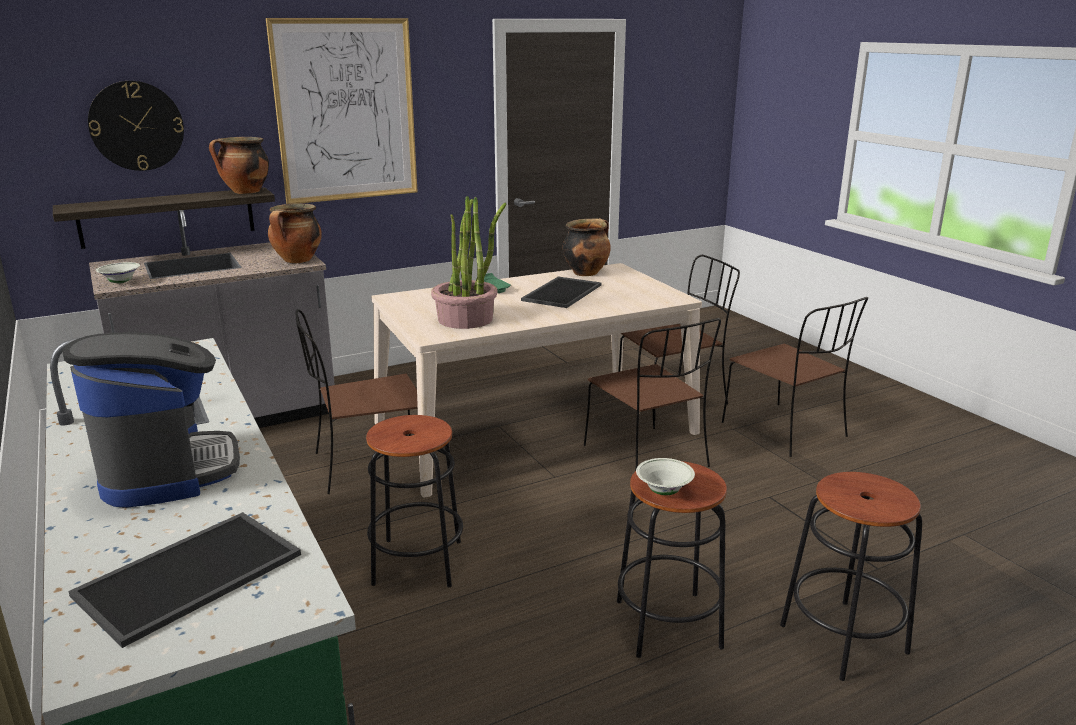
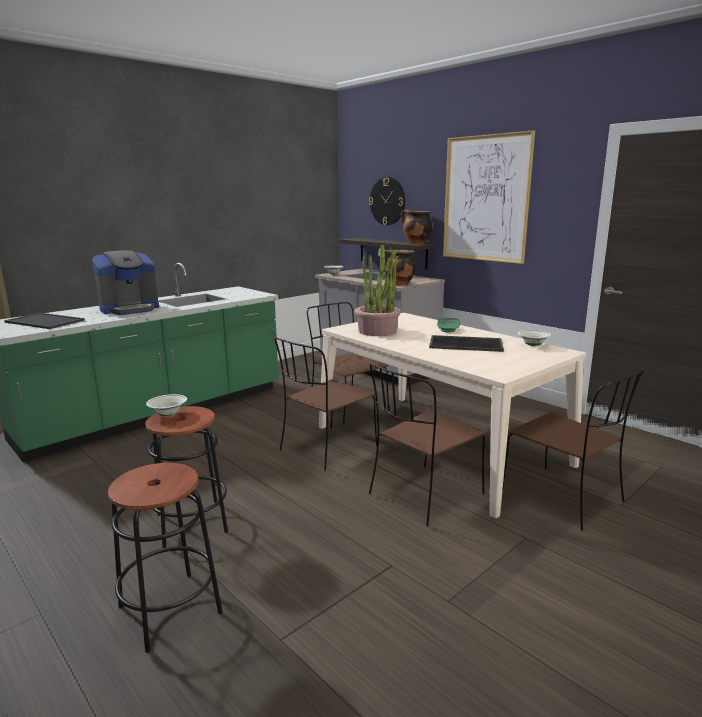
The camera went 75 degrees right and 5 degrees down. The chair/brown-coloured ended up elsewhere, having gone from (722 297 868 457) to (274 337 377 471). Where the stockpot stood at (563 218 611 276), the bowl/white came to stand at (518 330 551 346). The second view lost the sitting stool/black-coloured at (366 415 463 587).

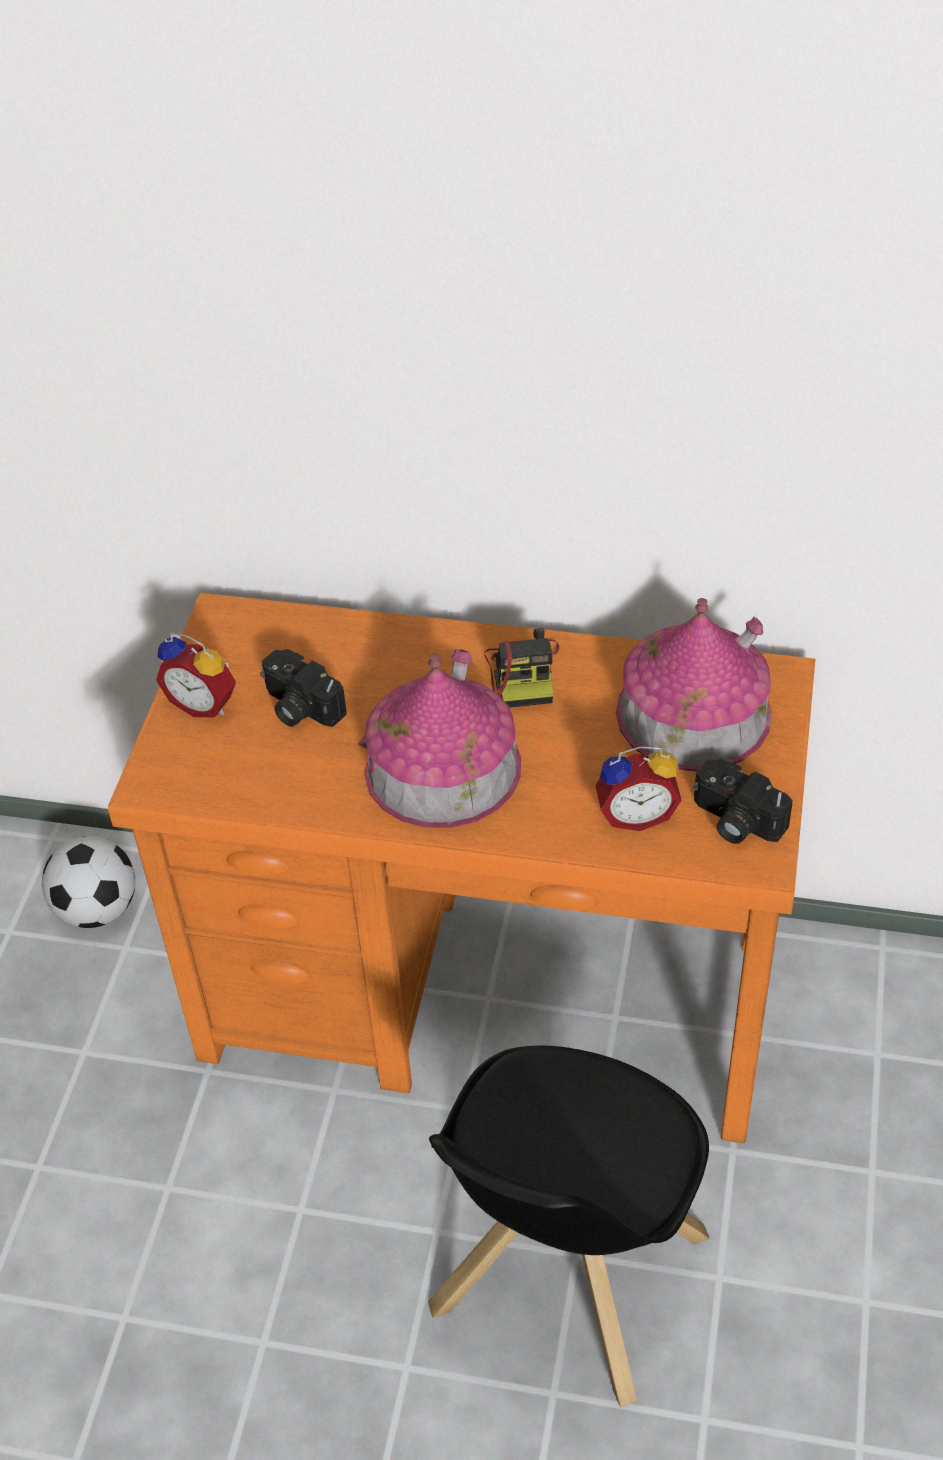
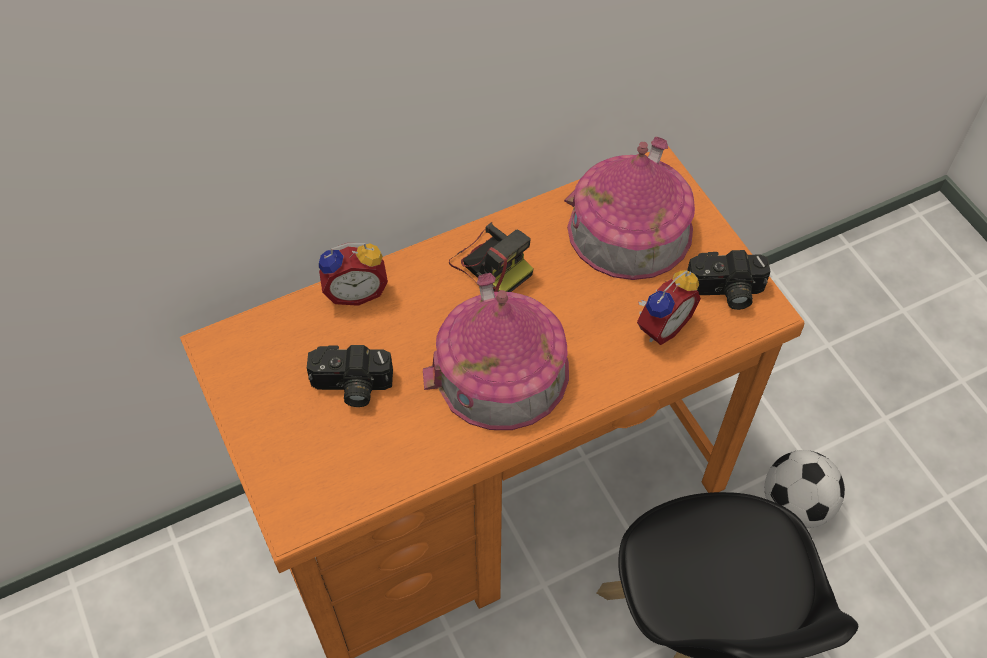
The camera went 40 degrees left and 10 degrees up. The bedside clock ended up elsewhere, having gone from (156 633 236 718) to (319 243 388 306). The football ball ended up elsewhere, having gone from (42 836 136 928) to (765 450 845 528).

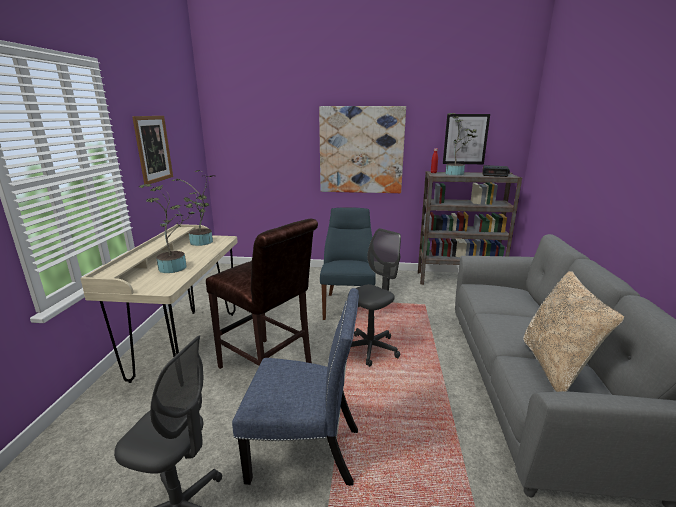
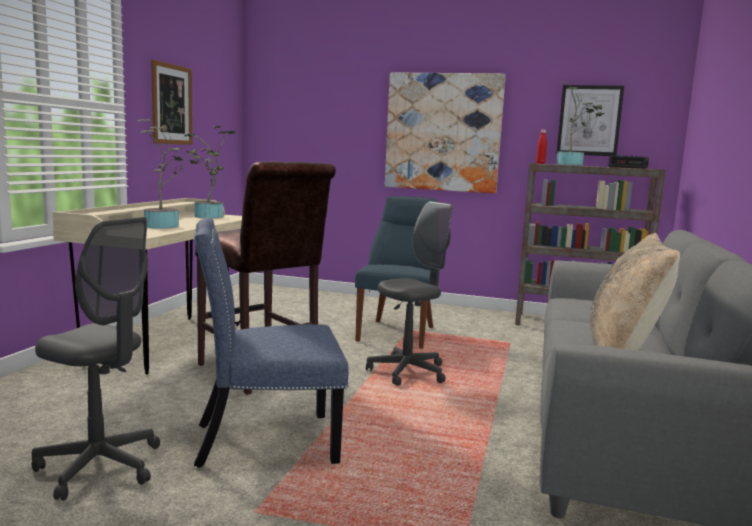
The camera went 10 degrees right and 10 degrees down. The chair/blue-coloured at (232 288 359 486) ended up facing another way, 150 degrees clockwise from before.

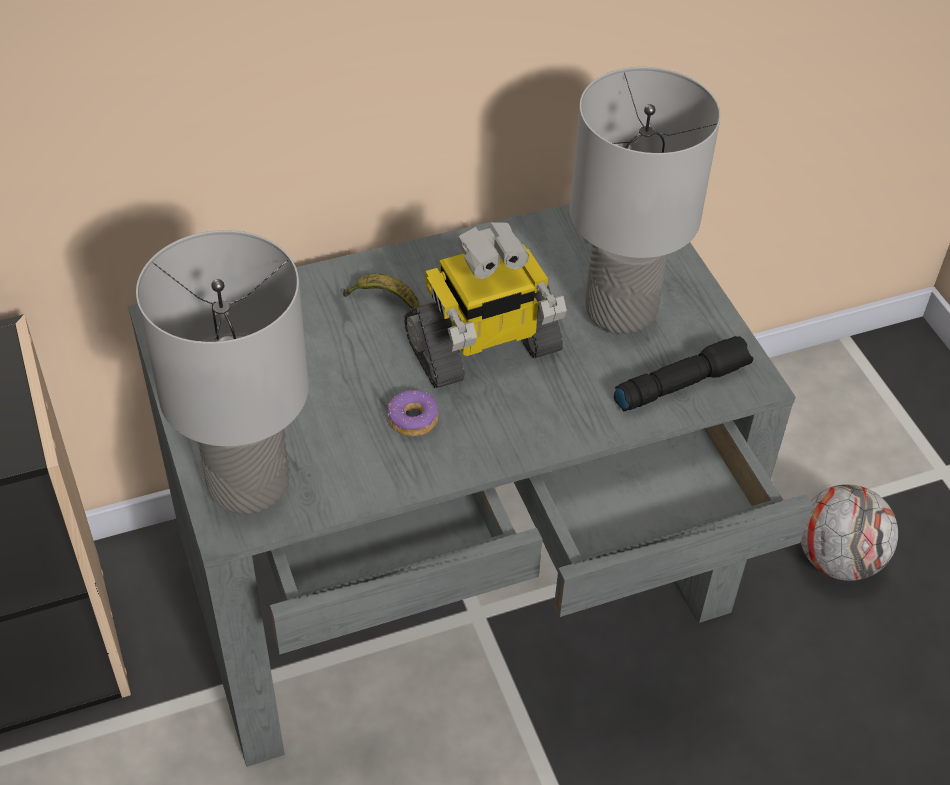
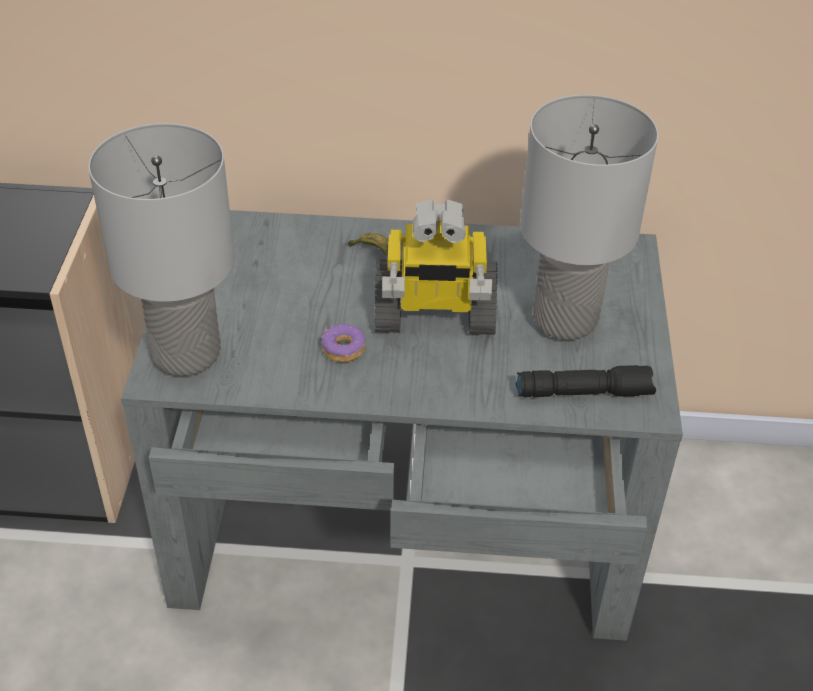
The camera went 25 degrees right and 5 degrees down. The second view lost the football ball at (800 484 898 581).

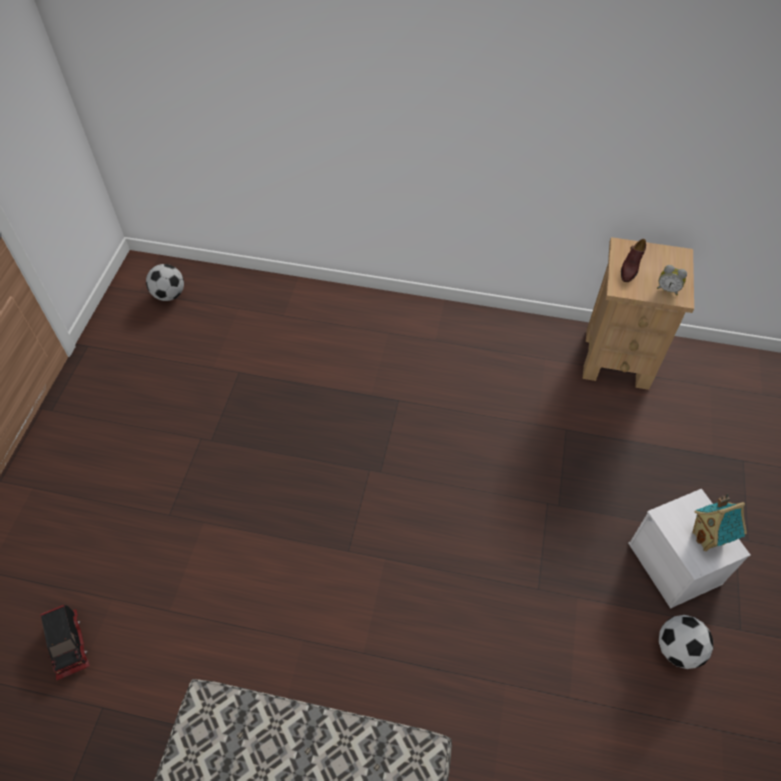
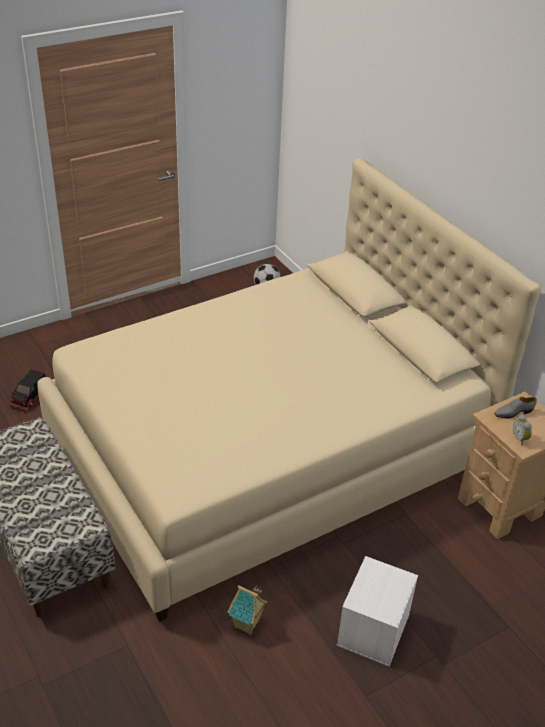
The camera went 45 degrees right and 15 degrees down. The second view gained the bed/sand-coloured at (38 158 541 622). The model house ended up elsewhere, having gone from (693 493 747 551) to (228 585 267 635). What was the item of footwear/brown-coloured at (621 239 646 282) turned into the item of footwear/greyish at (494 397 537 418). The second view lost the football ball at (659 615 713 669).

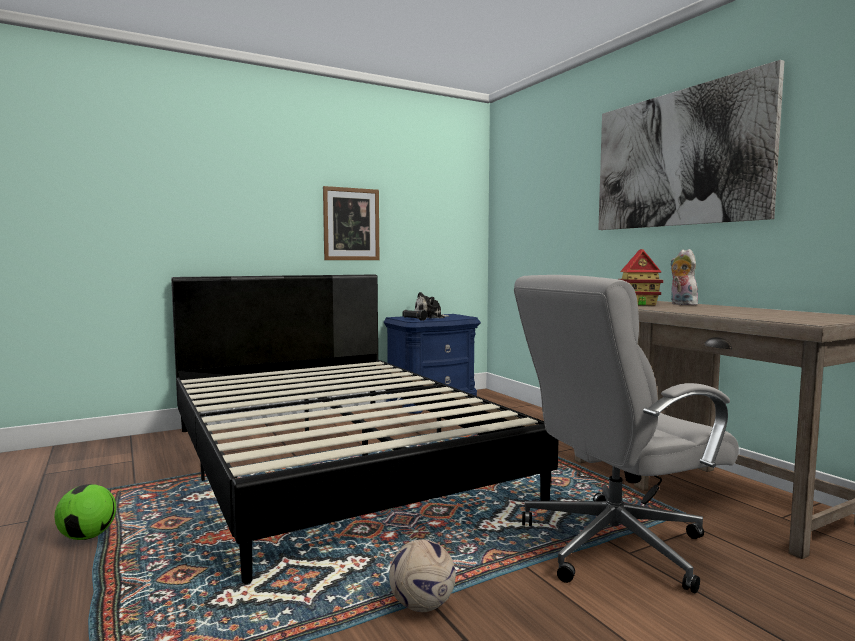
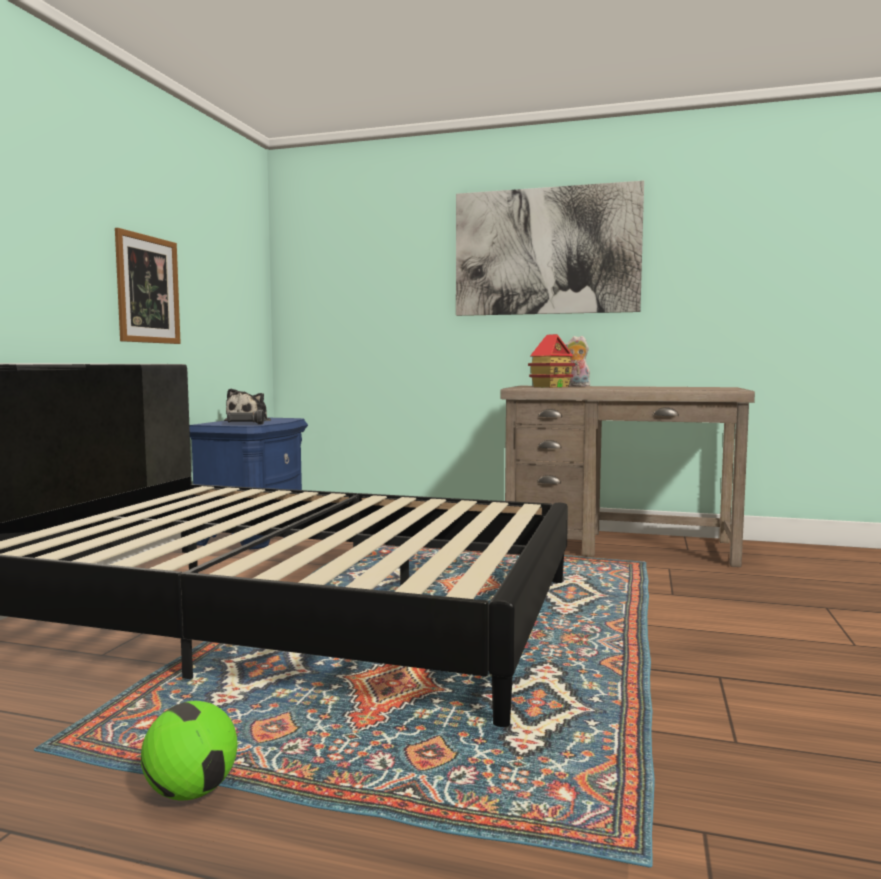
The camera went 45 degrees left and 0 degrees up. The second view lost the football ball at (389 539 456 612). The second view lost the office chair/greyish at (514 275 739 593).

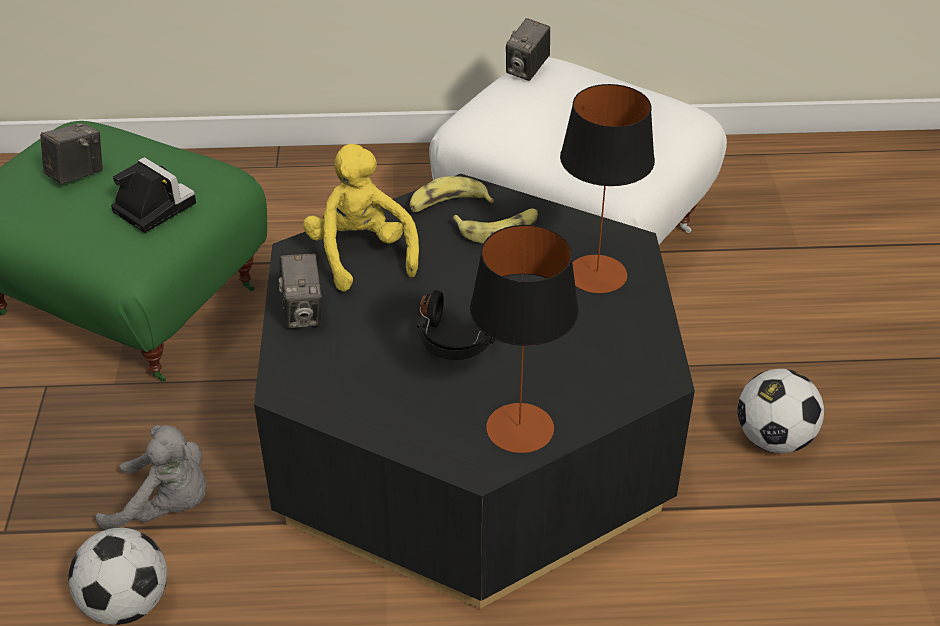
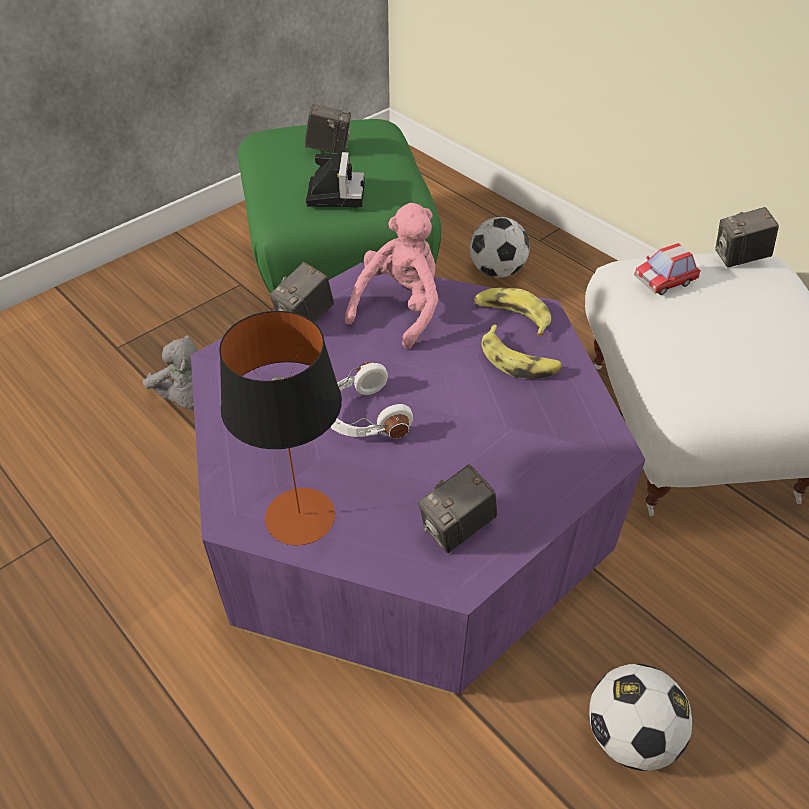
The camera went 50 degrees right and 5 degrees up. What was the low table/black-coloured at (254 174 695 609) turned into the low table/purple-coloured at (191 262 645 695). What was the headphones/black-coloured at (417 290 495 360) turned into the headphones/white at (330 362 413 439). What was the cuddly toy/yellow-coloured at (303 144 419 291) turned into the cuddly toy/pinkish at (345 203 439 349). The second view gained the still camera at (418 464 497 553). The football ball ended up elsewhere, having gone from (68 528 167 625) to (470 217 530 278). The second view gained the model car at (634 243 701 295). The second view lost the tabletop lamp at (560 84 655 293).

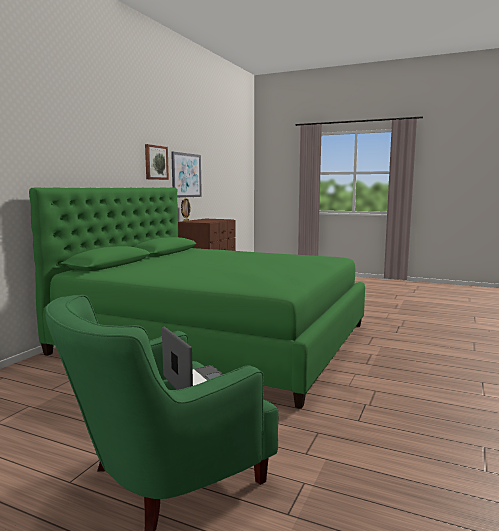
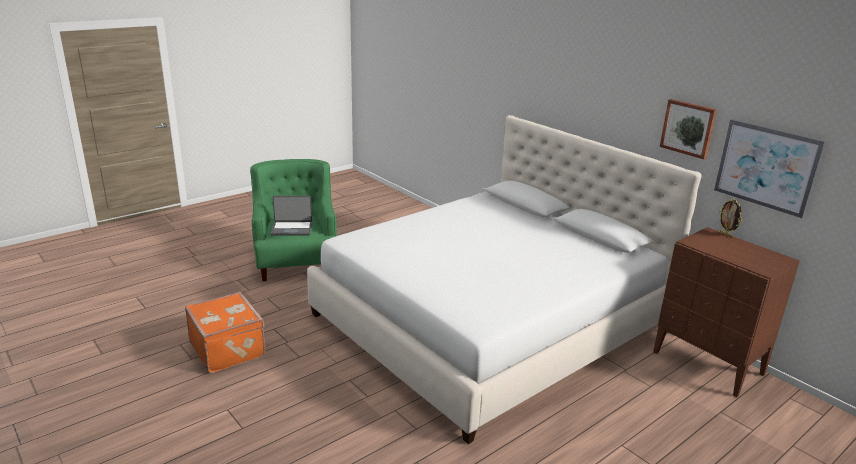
The camera went 115 degrees right and 15 degrees up. The second view gained the travel case/orange-coloured at (185 292 266 373). What was the bed/green-coloured at (29 187 365 409) turned into the bed/white at (307 115 702 444).

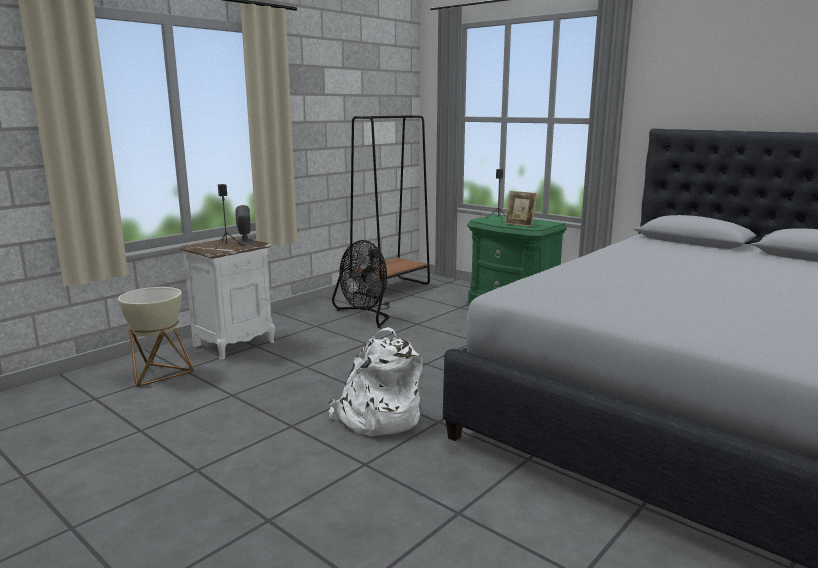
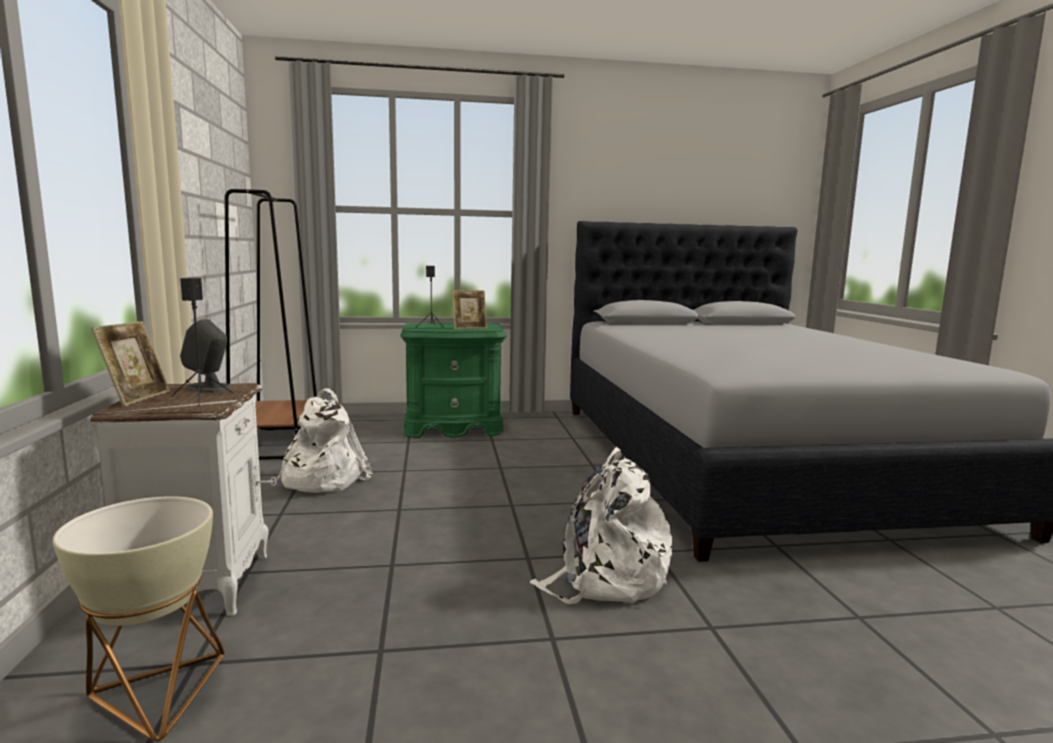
The camera went 50 degrees left and 5 degrees down. The second view gained the standing frame at (91 321 170 407). Where the cooling fan/black-coloured stood at (332 240 390 328), the knapsack/white came to stand at (277 388 372 493).

